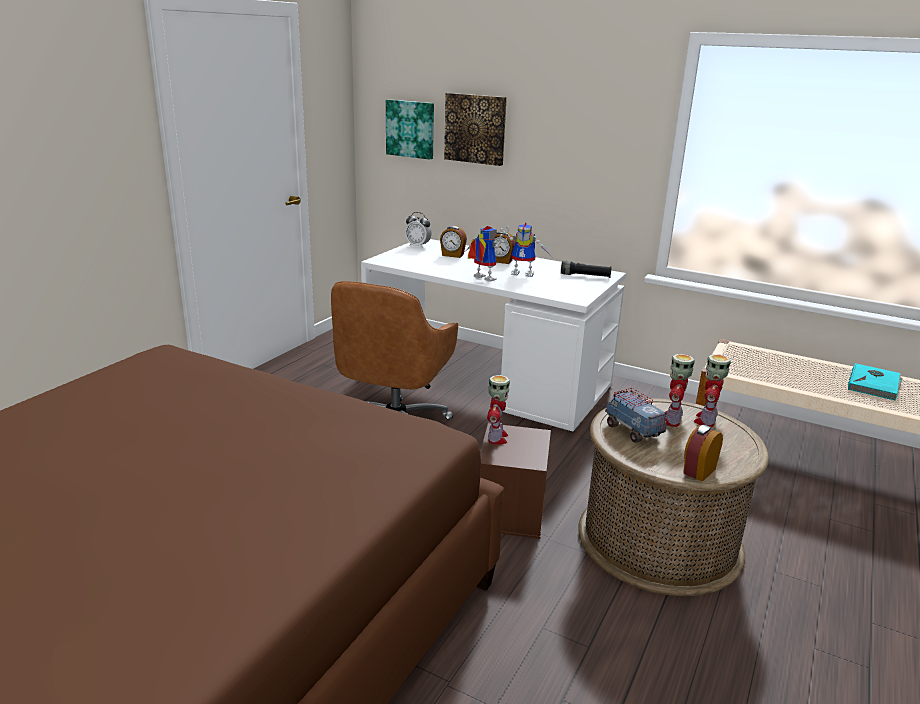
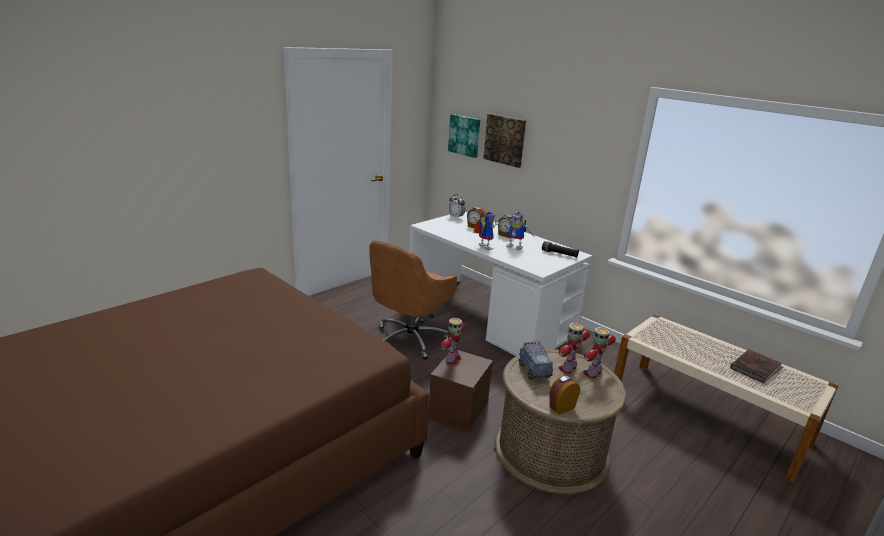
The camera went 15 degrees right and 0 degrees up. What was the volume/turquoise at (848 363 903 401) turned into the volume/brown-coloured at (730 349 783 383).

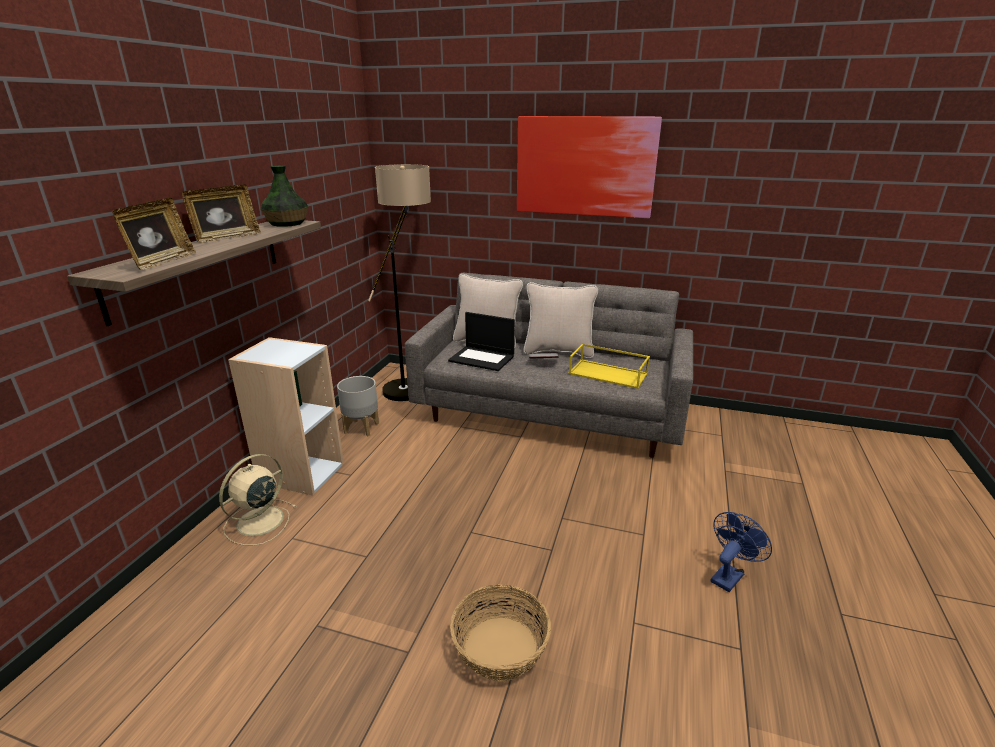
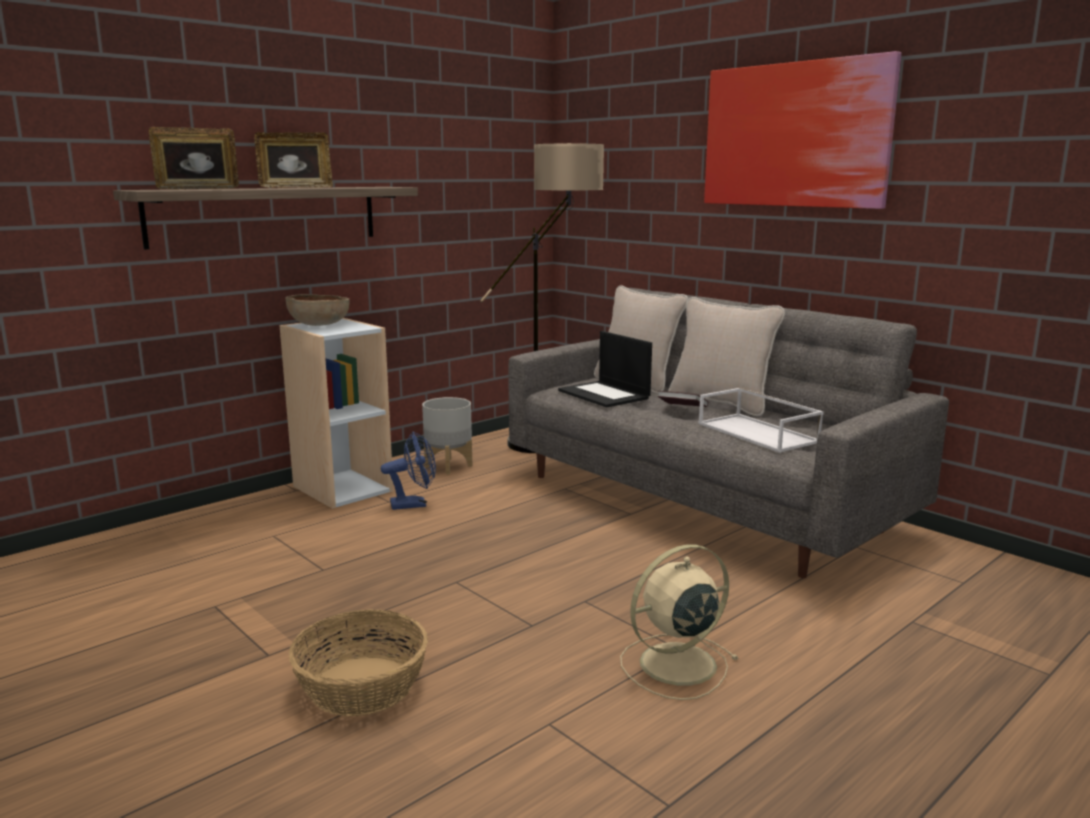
The camera went 30 degrees right and 10 degrees down. The standing frame at (112 198 196 270) ended up facing another way, 150 degrees counterclockwise from before. The second view gained the bowl/brown-coloured at (285 294 350 326). The cooling fan/blue-coloured ended up elsewhere, having gone from (711 512 772 592) to (381 432 436 510). The cooling fan/sand-coloured ended up elsewhere, having gone from (219 454 297 546) to (620 544 739 700). What was the serving tray/yellow-coloured at (569 344 650 389) turned into the serving tray/white at (698 388 824 453). The second view lost the decorative vase at (261 166 308 227).

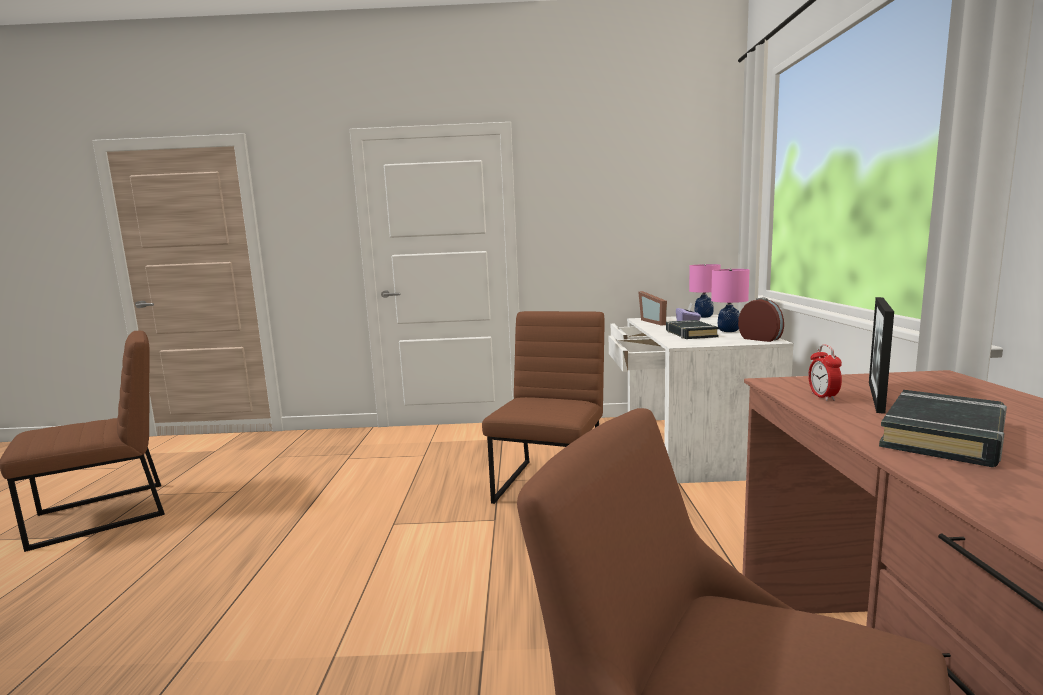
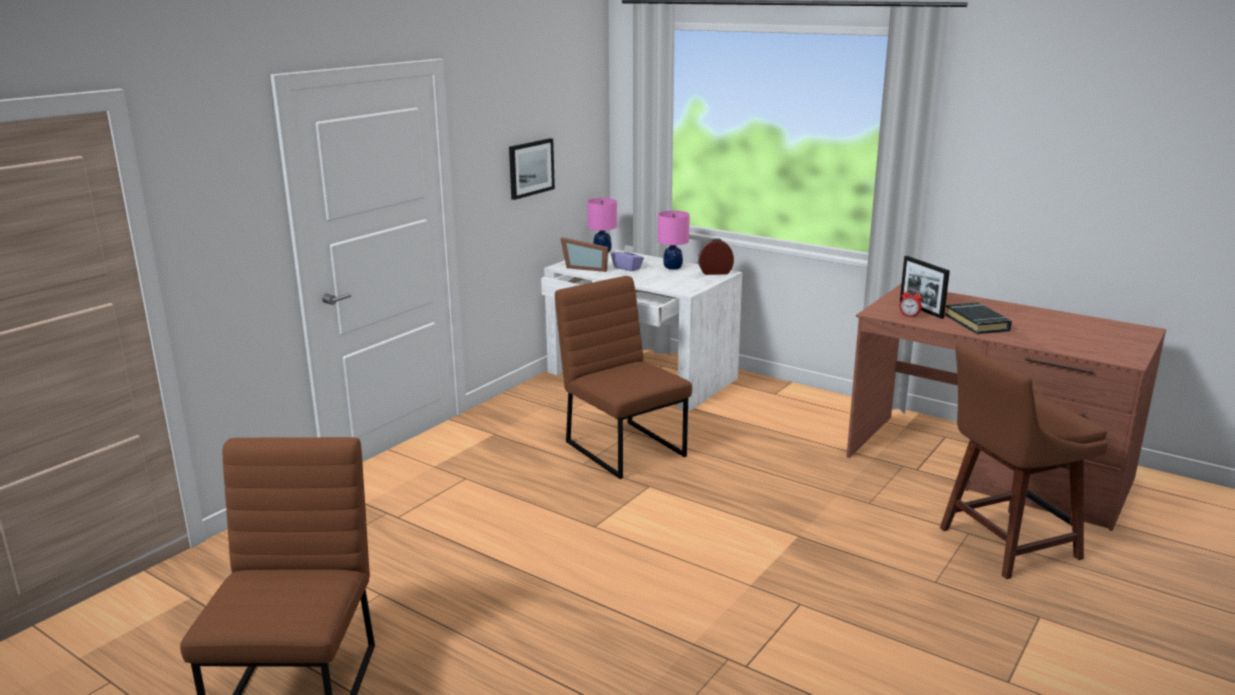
The camera went 55 degrees left and 10 degrees up. The second view gained the picture at (509 138 555 200). The second view lost the volume/black-coloured at (666 320 719 339).

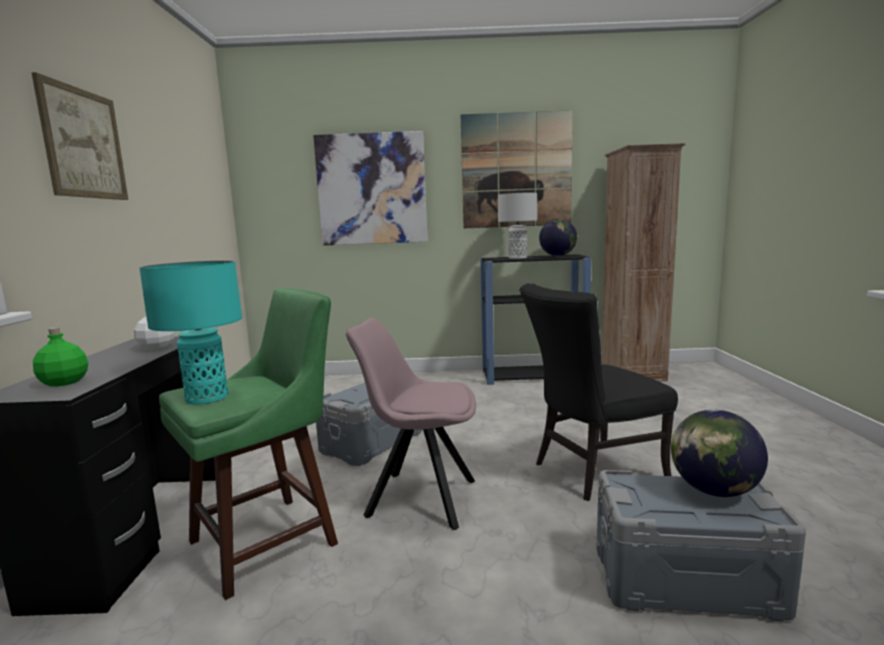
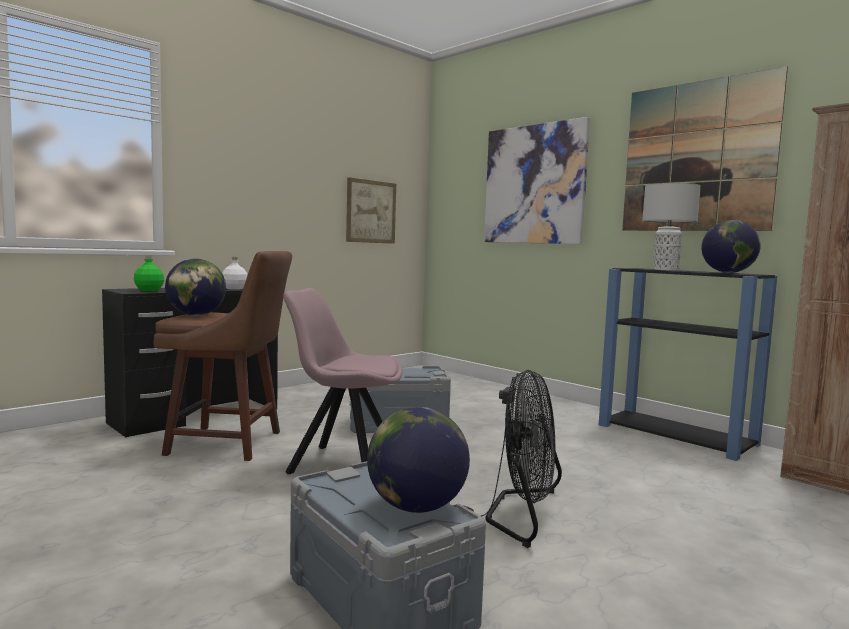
The camera went 45 degrees right and 5 degrees down. What was the sitting stool/green-coloured at (159 288 338 600) turned into the sitting stool/brown-coloured at (154 251 292 461). Where the tabletop lamp/turquoise stood at (139 260 242 404), the world globe came to stand at (165 259 226 316). The chair/pinkish at (346 318 476 530) ended up facing another way, 45 degrees counterclockwise from before. The picture ended up elsewhere, having gone from (31 72 128 200) to (346 177 396 244). Where the chair/black-coloured stood at (519 283 678 501), the cooling fan/black-coloured came to stand at (453 370 562 548).

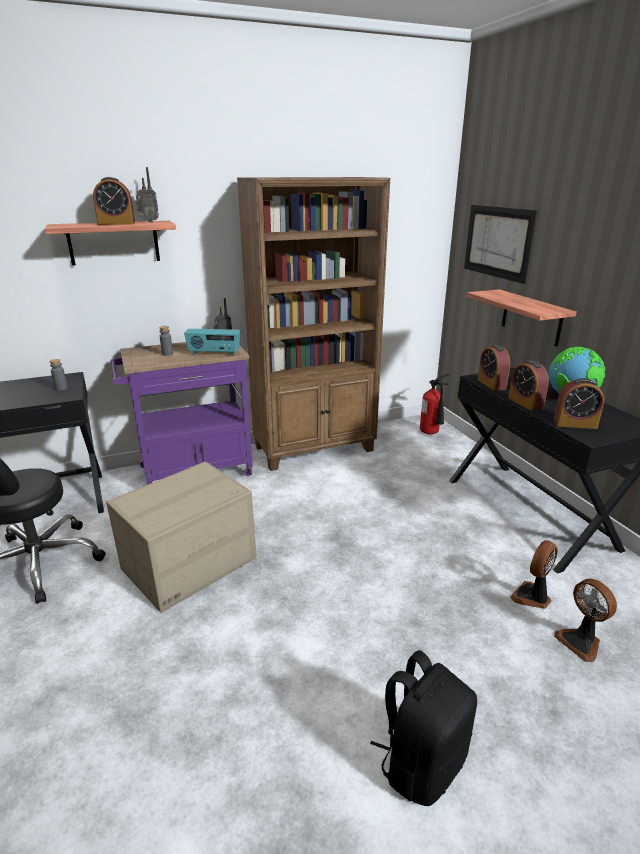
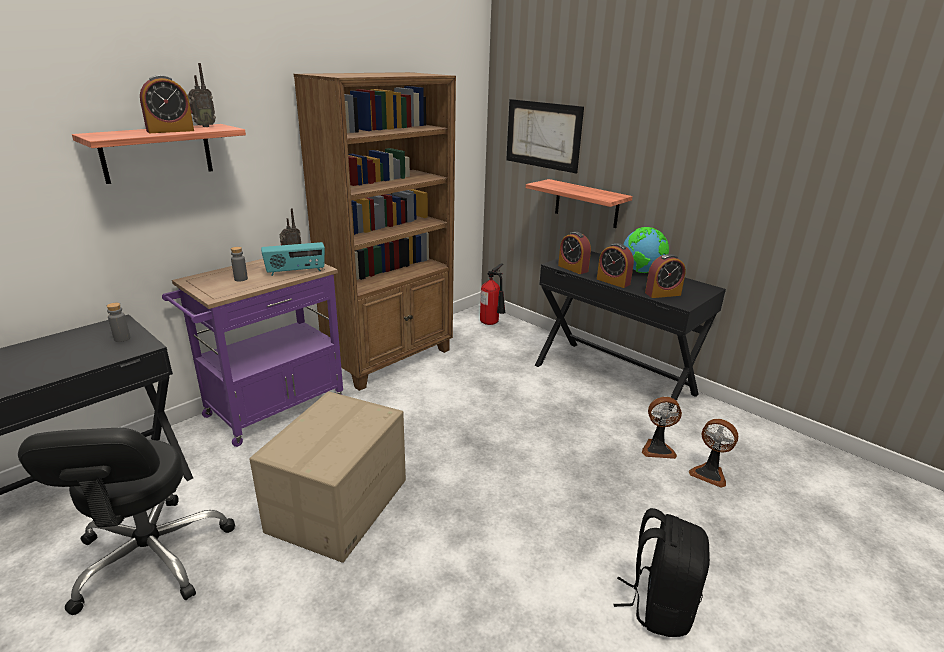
The camera went 25 degrees left and 0 degrees up. The cooling fan at (510 540 558 609) ended up facing another way, 105 degrees counterclockwise from before.

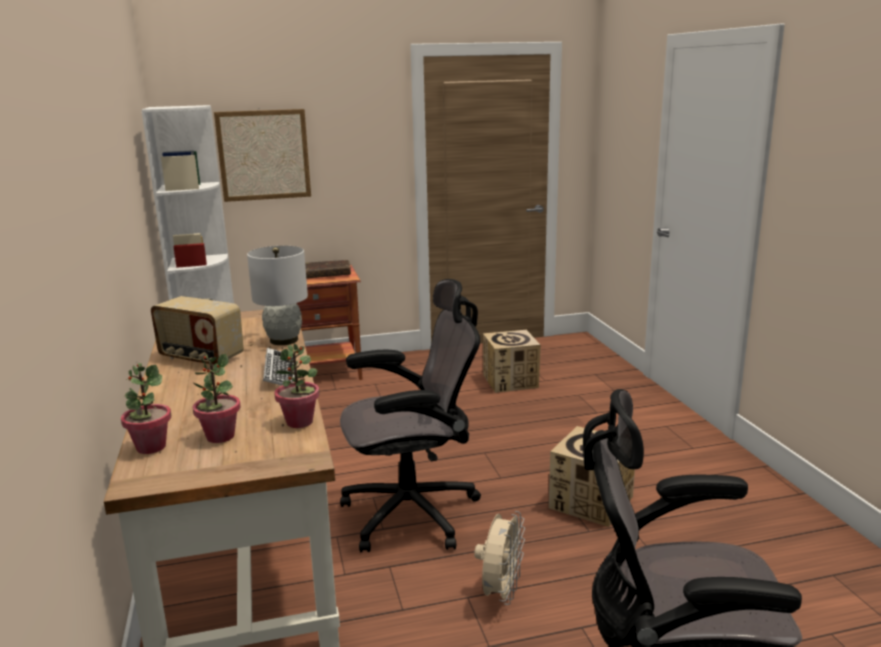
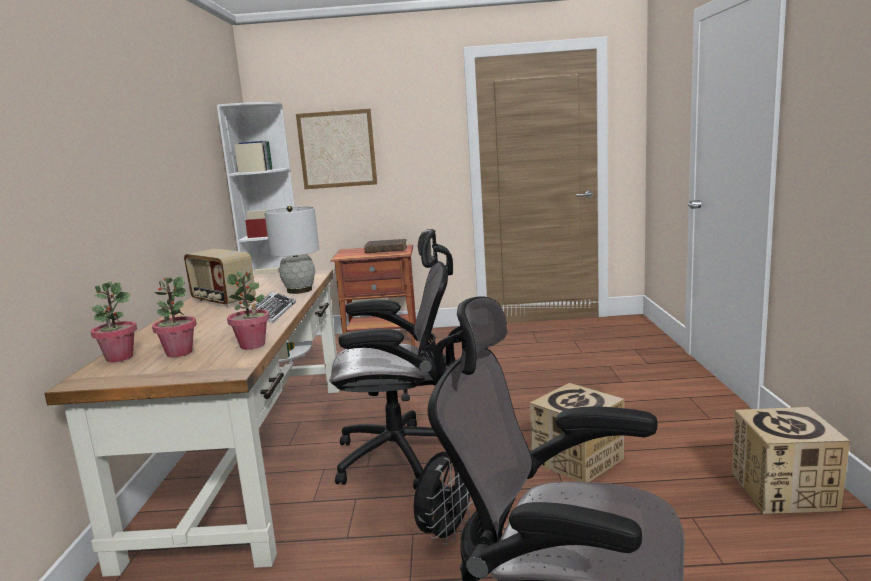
The camera went 15 degrees right and 5 degrees down. What was the cooling fan/sand-coloured at (474 511 525 605) turned into the cooling fan/black-coloured at (414 452 473 545). The carton ended up elsewhere, having gone from (483 330 541 393) to (732 407 850 514).

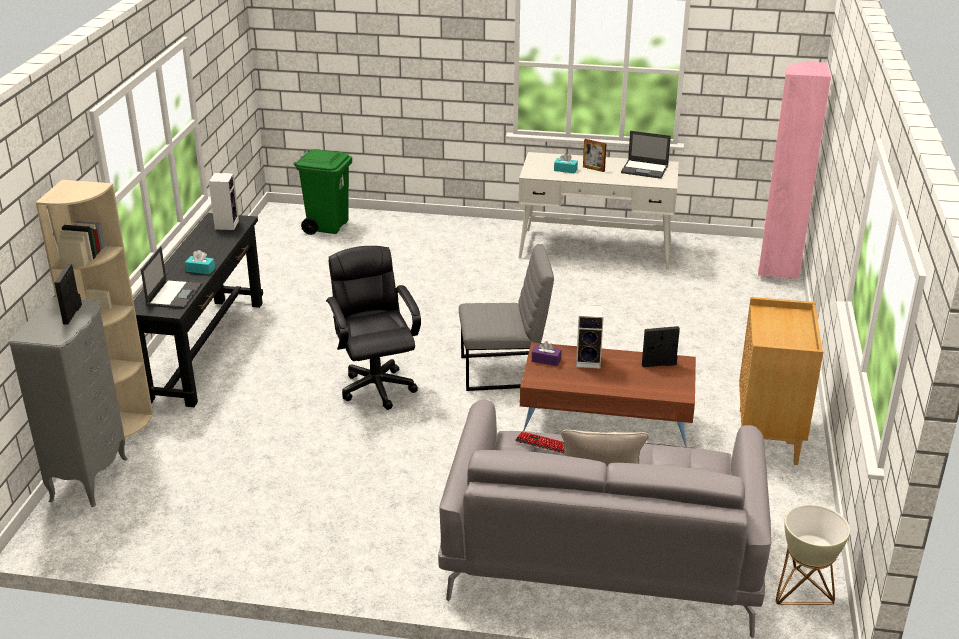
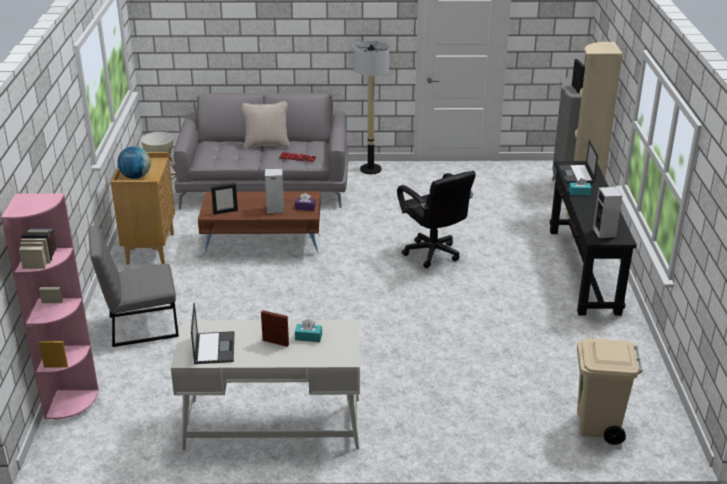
The camera went 170 degrees right and 0 degrees up. The chair/greyish ended up elsewhere, having gone from (459 244 554 391) to (89 225 179 347). The second view gained the world globe at (117 146 151 179). The laptop at (621 131 671 179) ended up facing another way, 75 degrees clockwise from before. The second view gained the standard lamp at (353 41 389 174). What was the rubbish bin/green-coloured at (293 149 352 235) turned into the rubbish bin/sand-coloured at (577 338 643 445).

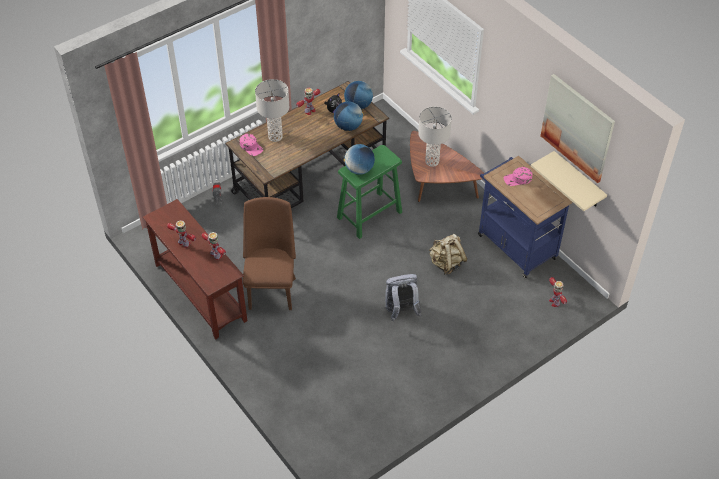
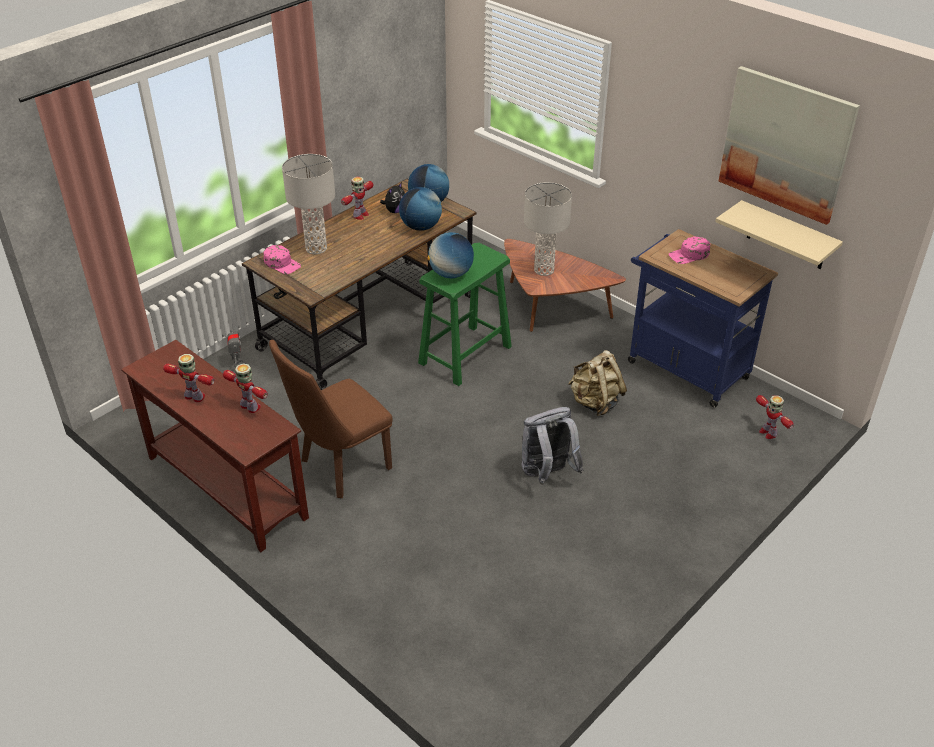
The camera went 10 degrees left and 10 degrees down. The chair/brown-coloured at (243 197 296 310) ended up facing another way, 120 degrees counterclockwise from before.

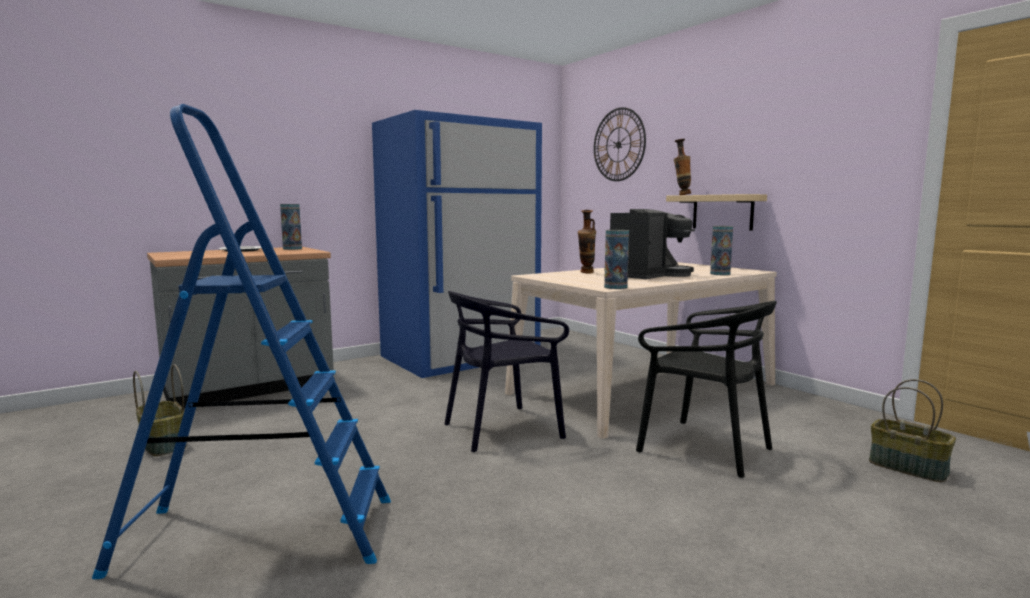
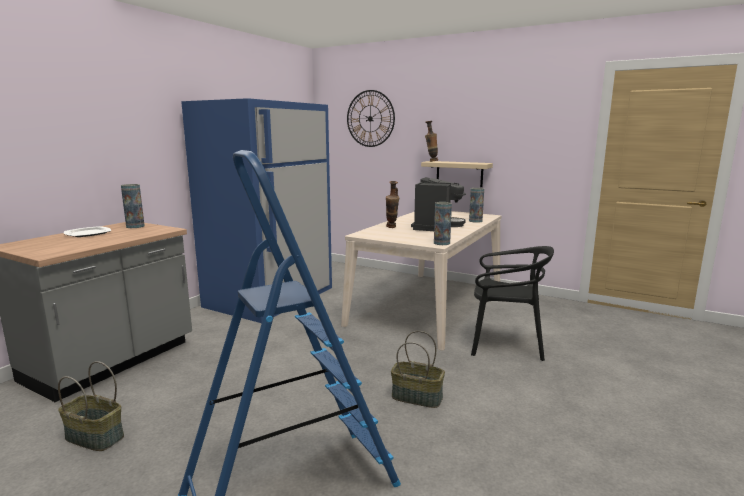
The camera went 25 degrees left and 5 degrees up. The basket ended up elsewhere, having gone from (869 379 956 482) to (391 331 445 408). The second view lost the chair/black-coloured at (445 291 569 452).

